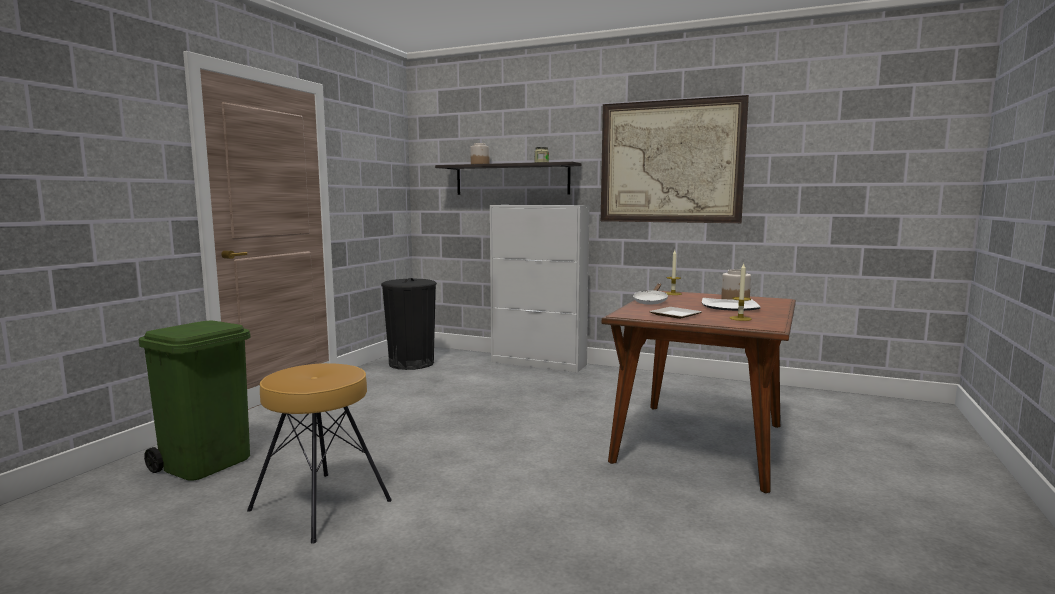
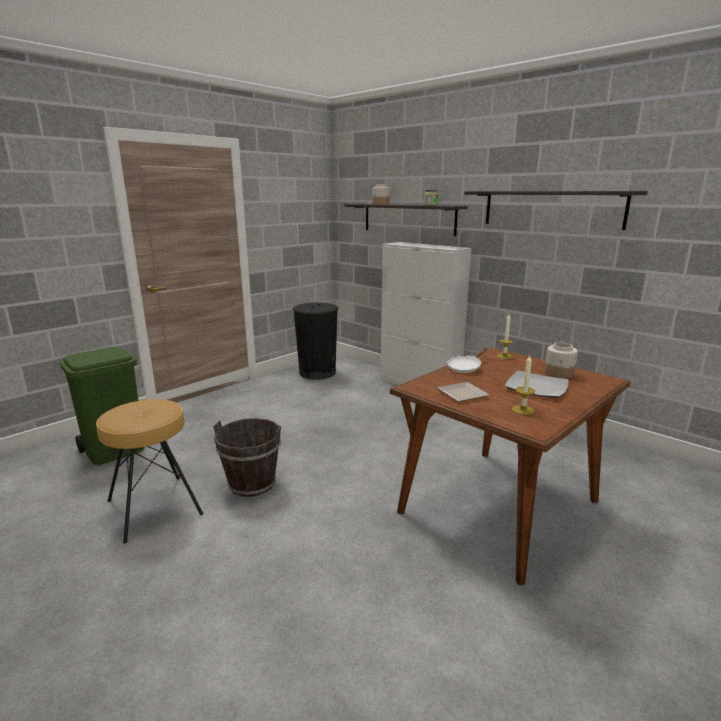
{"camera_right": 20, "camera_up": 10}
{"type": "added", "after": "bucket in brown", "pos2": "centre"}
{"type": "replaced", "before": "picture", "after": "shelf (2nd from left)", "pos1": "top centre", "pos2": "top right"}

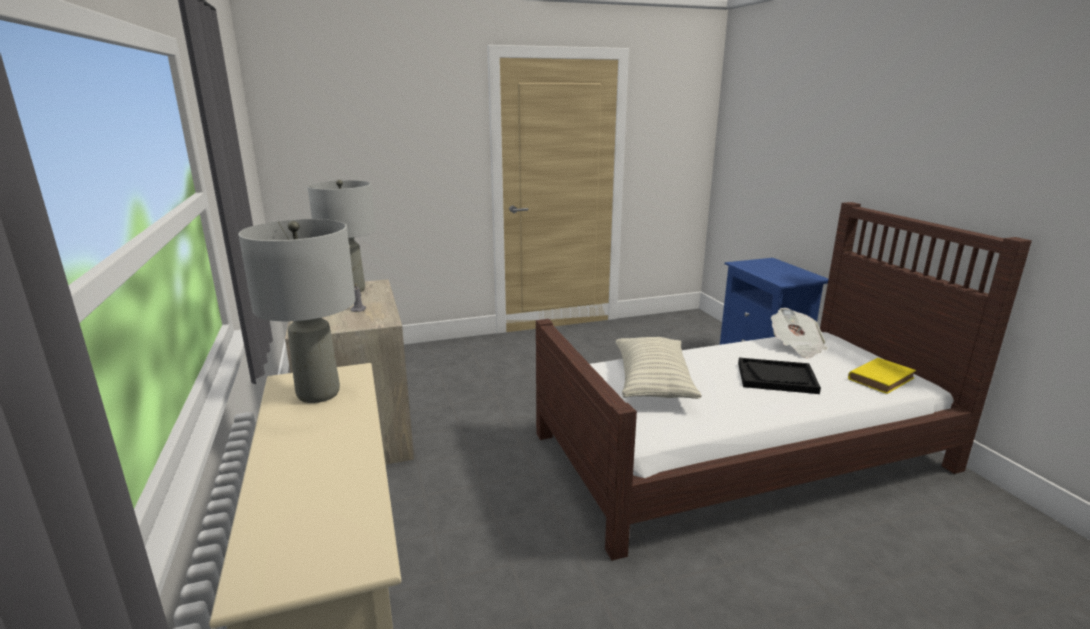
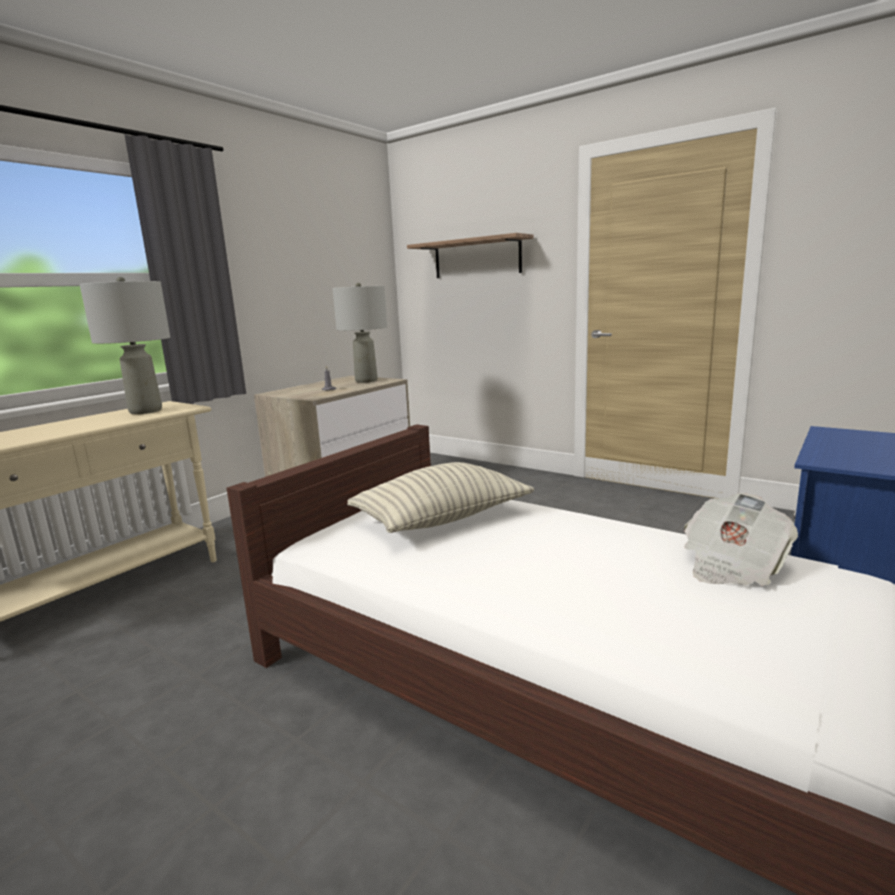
{"camera_right": 55, "camera_up": -5}
{"type": "removed", "before": "tray in black", "pos1": "middle right"}
{"type": "removed", "before": "book in yellow", "pos1": "middle right"}
{"type": "added", "after": "shelf", "pos2": "top centre"}

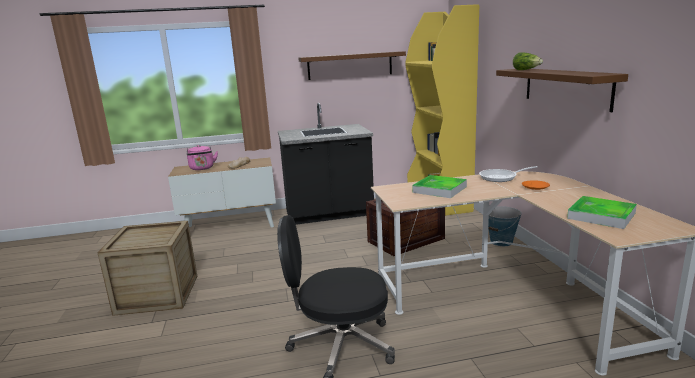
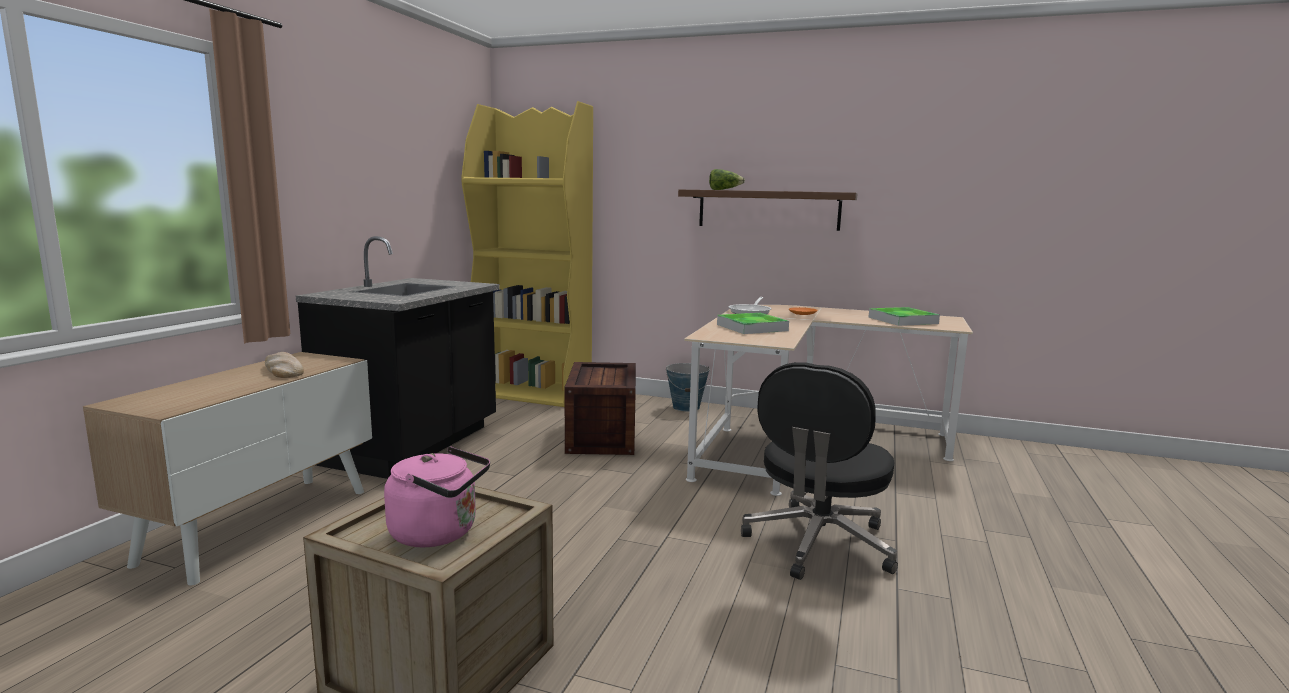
{"camera_right": -60, "camera_up": -5}
{"type": "removed", "before": "shelf in brown (1st from left)", "pos1": "top centre"}
{"type": "moved", "before": "kettle in pink", "pos1": "middle left", "pos2": "bottom centre"}

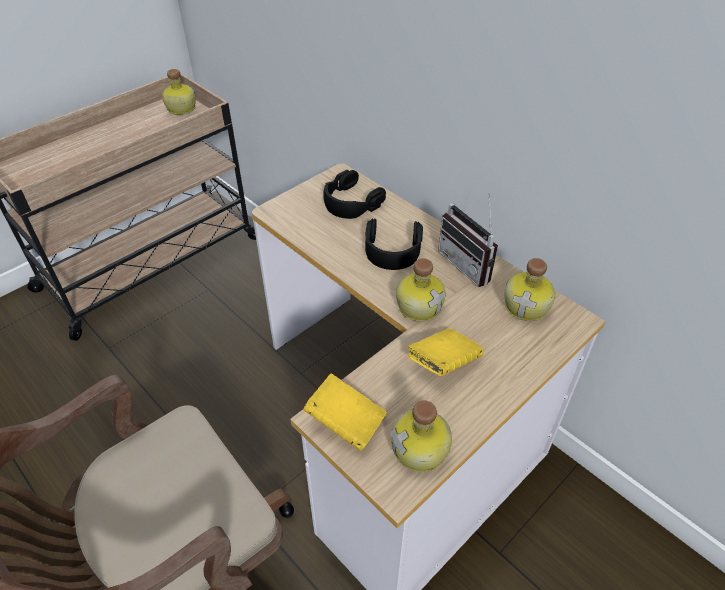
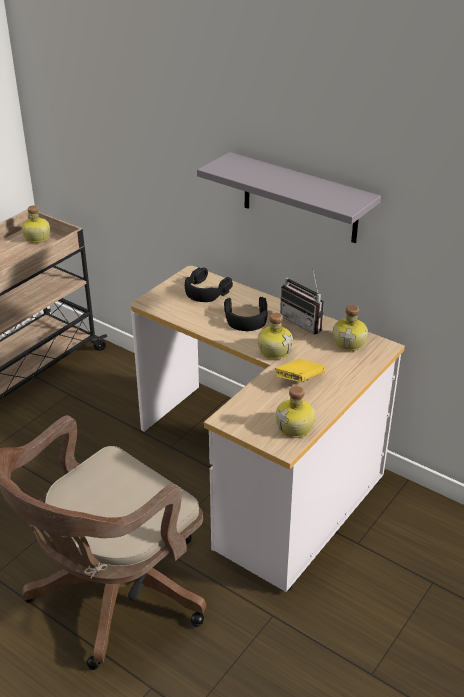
{"camera_right": -10, "camera_up": -10}
{"type": "removed", "before": "book in yellow (1st from left)", "pos1": "bottom centre"}
{"type": "added", "after": "shelf in grey", "pos2": "top centre"}

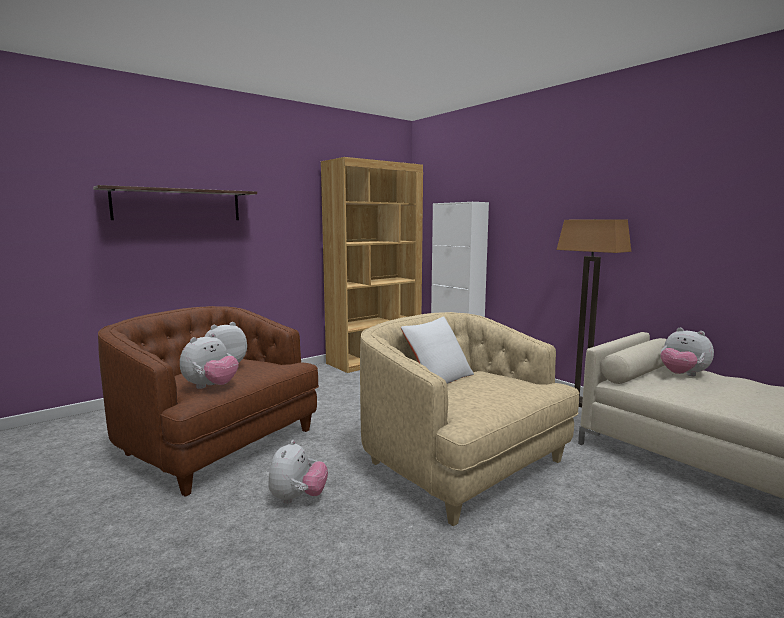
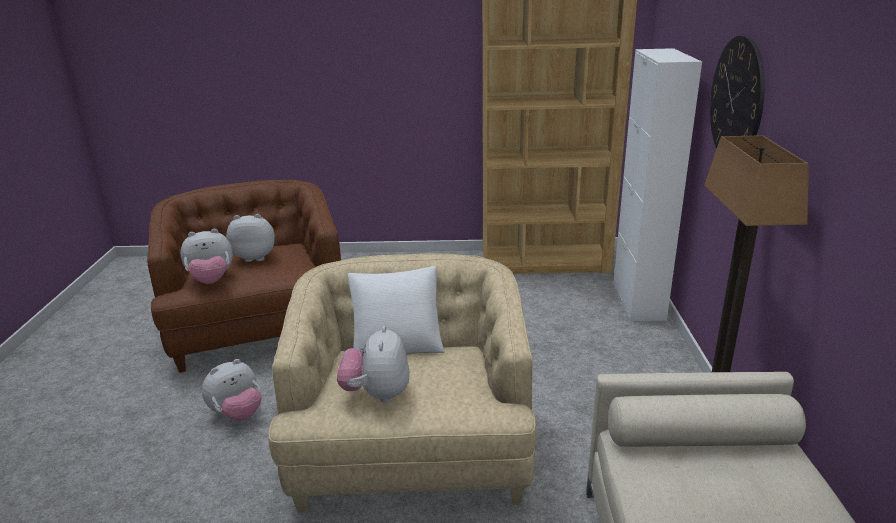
{"camera_right": 40, "camera_up": 15}
{"type": "removed", "before": "shelf", "pos1": "top left"}
{"type": "added", "after": "wall clock", "pos2": "top right"}
{"type": "moved", "before": "plush toy (4th from left)", "pos1": "middle right", "pos2": "bottom centre"}

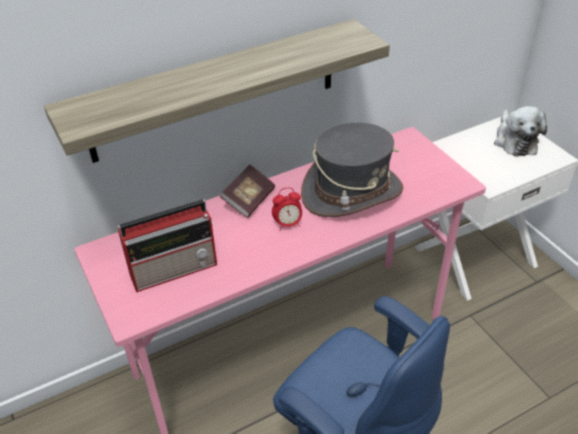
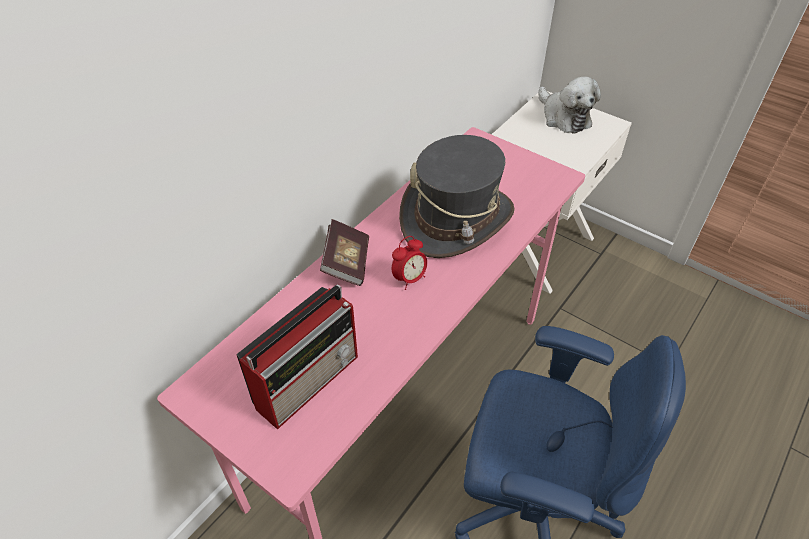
{"camera_right": -25, "camera_up": 5}
{"type": "removed", "before": "shelf", "pos1": "top centre"}

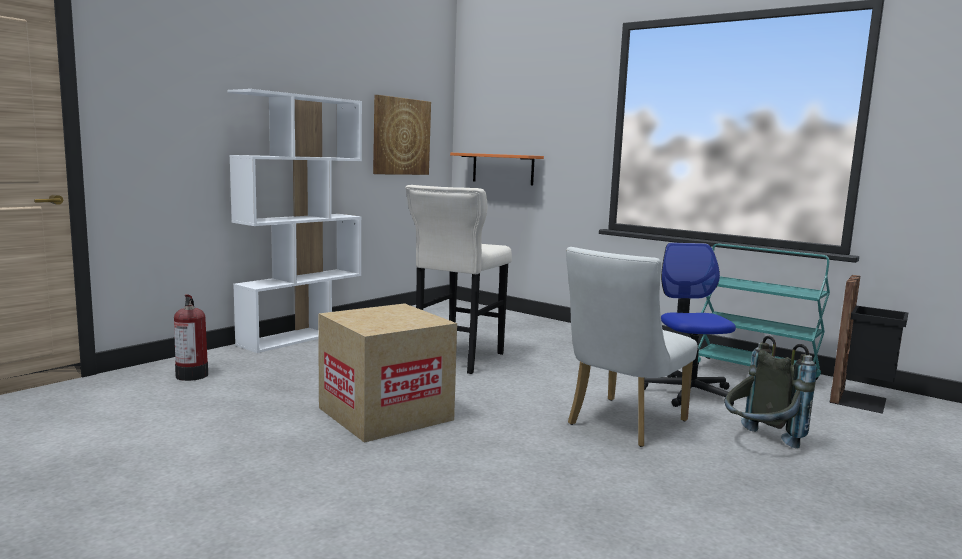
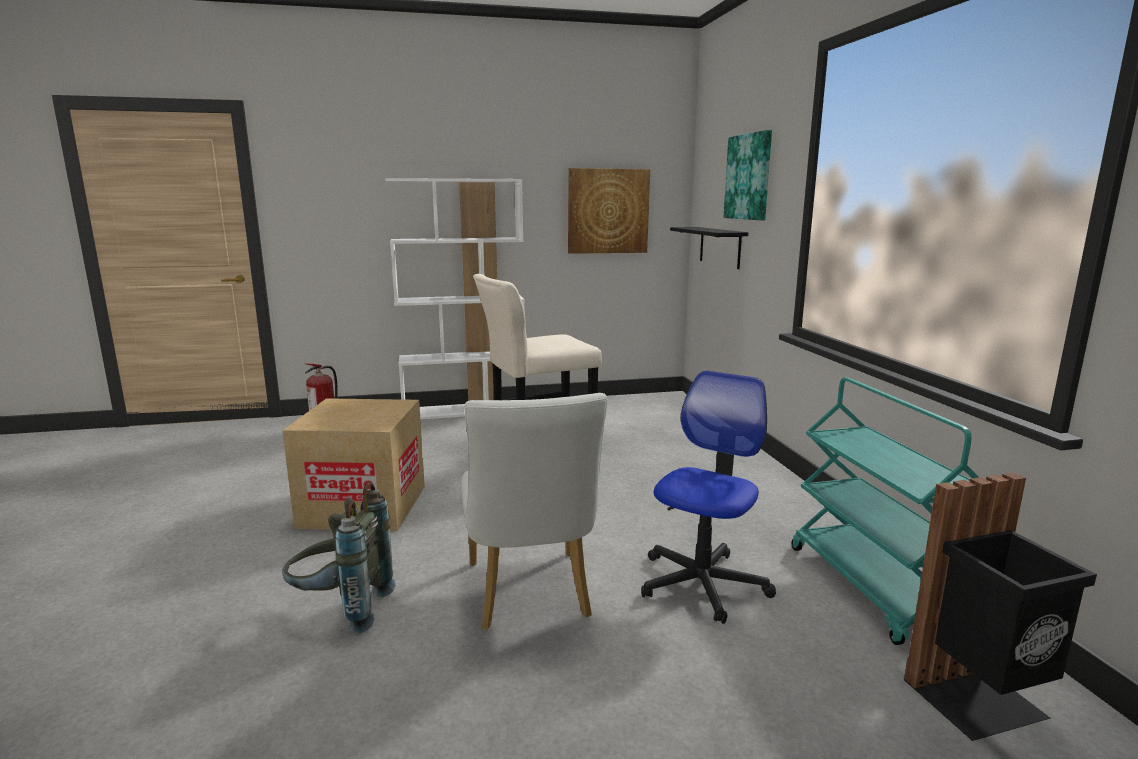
{"camera_right": 40, "camera_up": 5}
{"type": "added", "after": "picture (2nd from left)", "pos2": "top centre"}
{"type": "moved", "before": "backpack in grey", "pos1": "bottom right", "pos2": "bottom left"}
{"type": "recoloured", "before": "shelf in orange", "after": "shelf in black", "pos1": "top centre", "pos2": "top centre"}
{"type": "turned", "before": "chair in white", "pos1": "centre", "pos2": "bottom centre", "turn": -90}

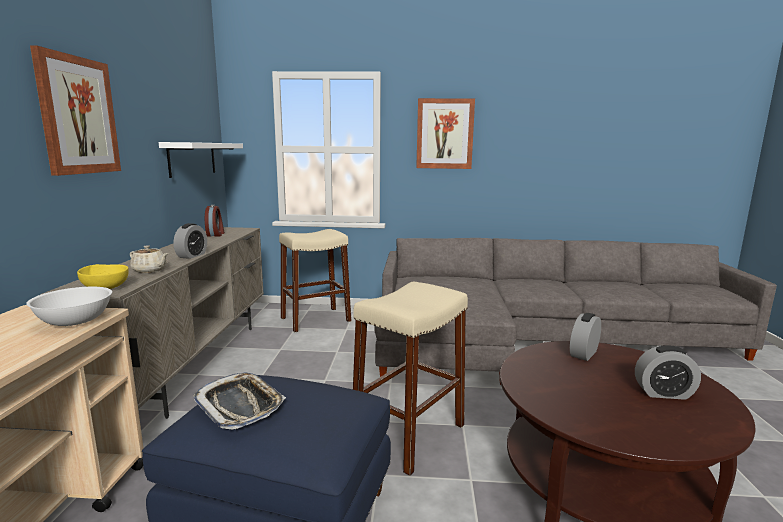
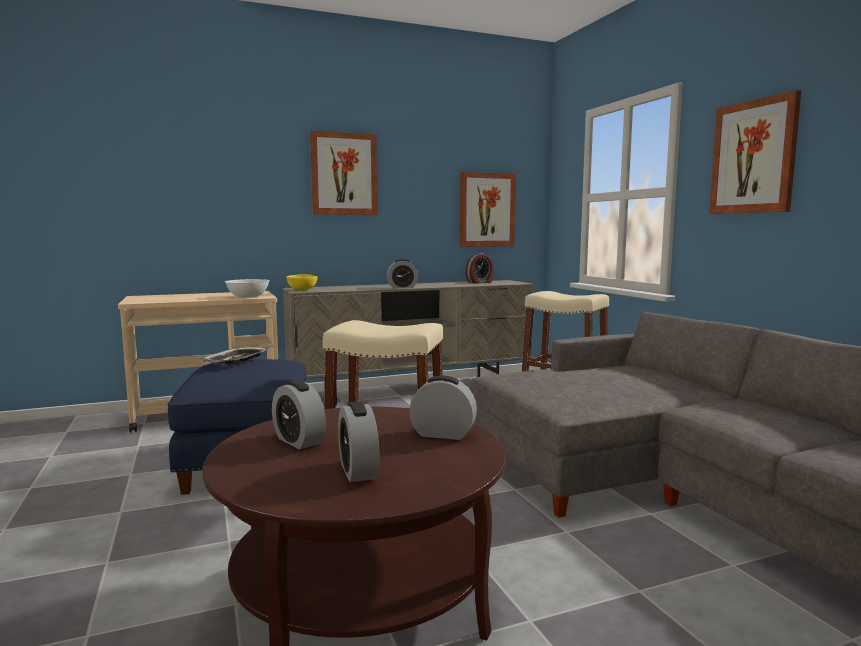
{"camera_right": 65, "camera_up": -5}
{"type": "removed", "before": "teapot in beige", "pos1": "middle left"}
{"type": "added", "after": "alarm clock (1st from left)", "pos2": "centre"}
{"type": "replaced", "before": "shelf in white", "after": "picture (2nd from left)", "pos1": "top left", "pos2": "top centre"}

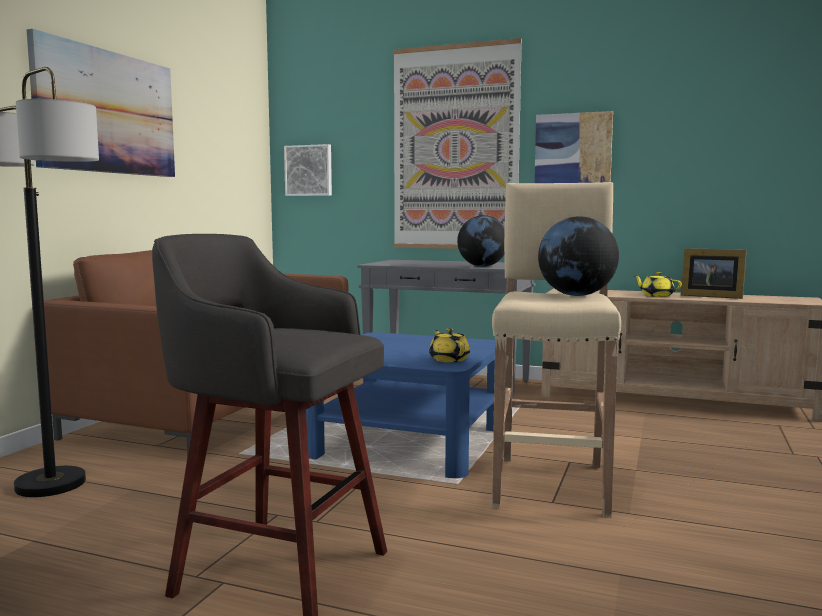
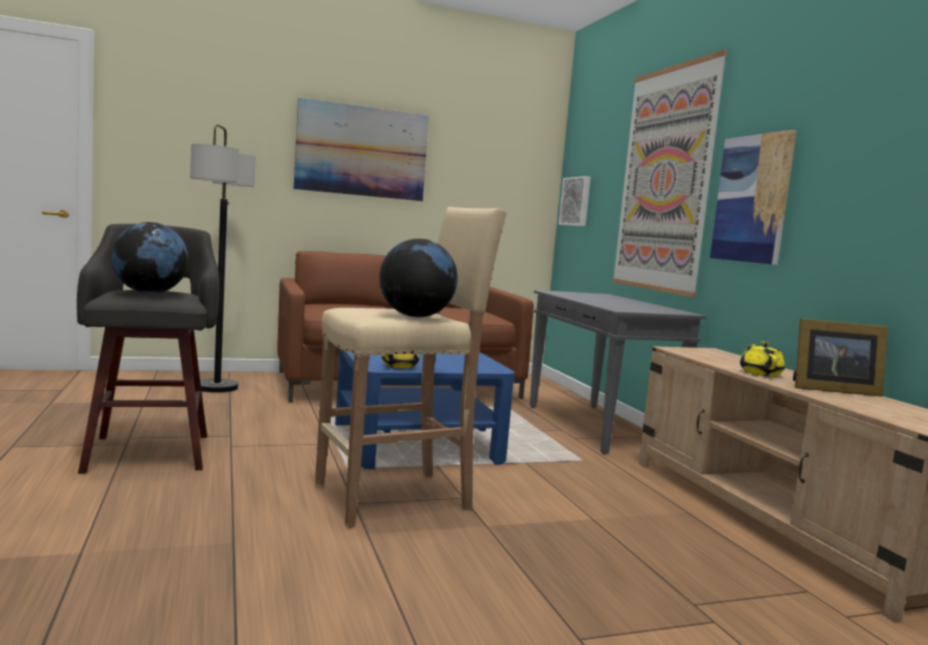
{"camera_right": 50, "camera_up": 0}
{"type": "moved", "before": "globe (1st from left)", "pos1": "centre", "pos2": "middle left"}
{"type": "turned", "before": "picture frame", "pos1": "middle right", "pos2": "middle right", "turn": -75}

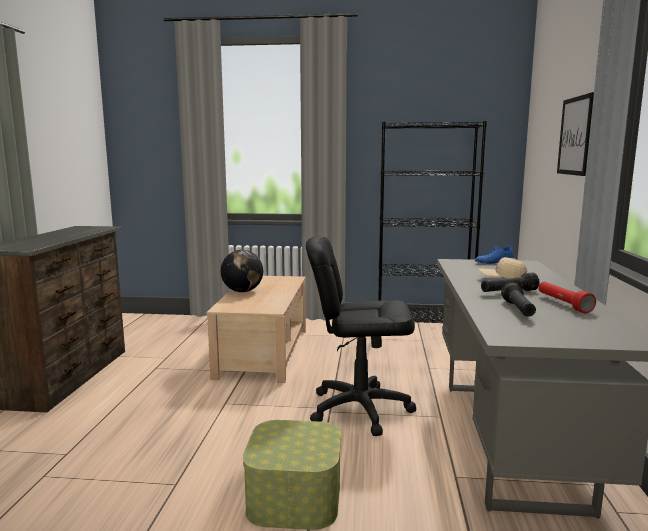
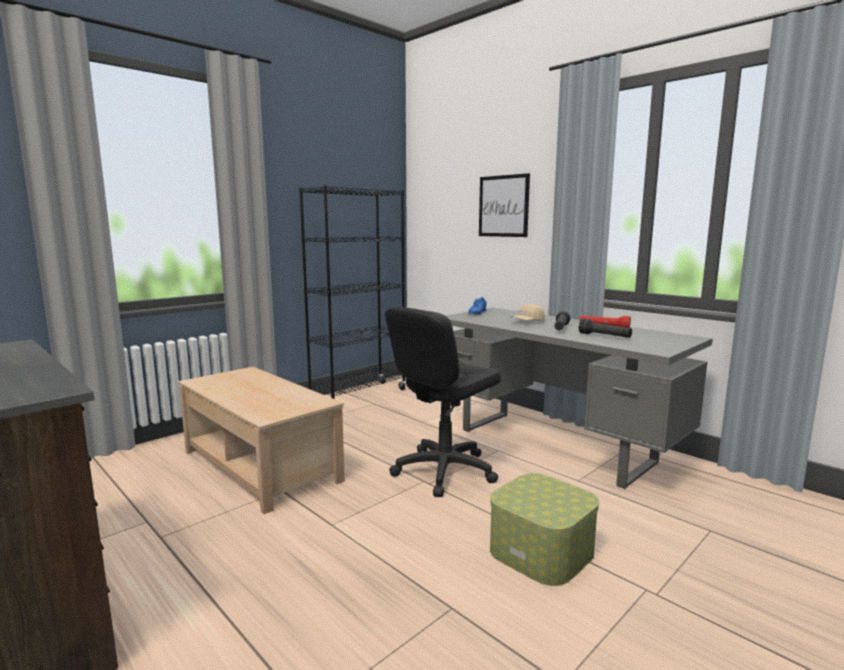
{"camera_right": -50, "camera_up": 0}
{"type": "removed", "before": "globe", "pos1": "centre"}

